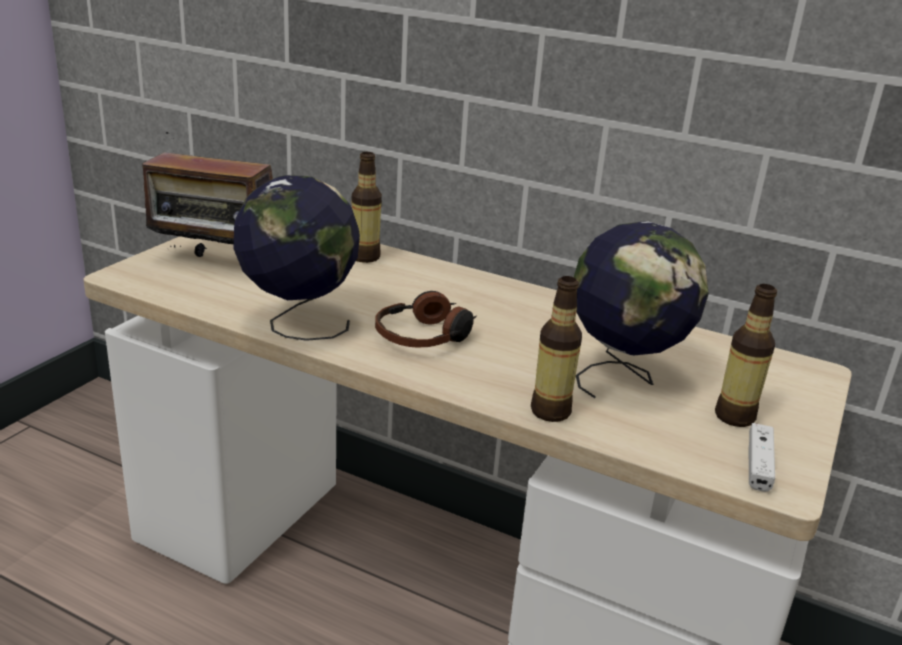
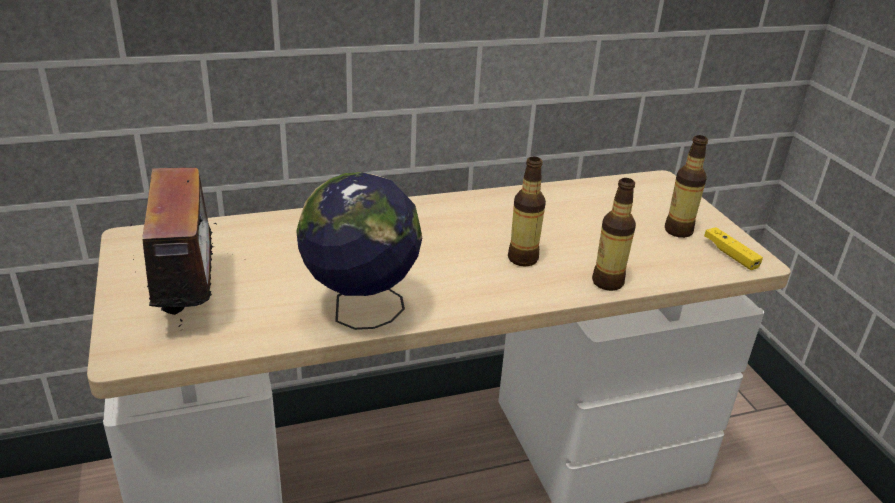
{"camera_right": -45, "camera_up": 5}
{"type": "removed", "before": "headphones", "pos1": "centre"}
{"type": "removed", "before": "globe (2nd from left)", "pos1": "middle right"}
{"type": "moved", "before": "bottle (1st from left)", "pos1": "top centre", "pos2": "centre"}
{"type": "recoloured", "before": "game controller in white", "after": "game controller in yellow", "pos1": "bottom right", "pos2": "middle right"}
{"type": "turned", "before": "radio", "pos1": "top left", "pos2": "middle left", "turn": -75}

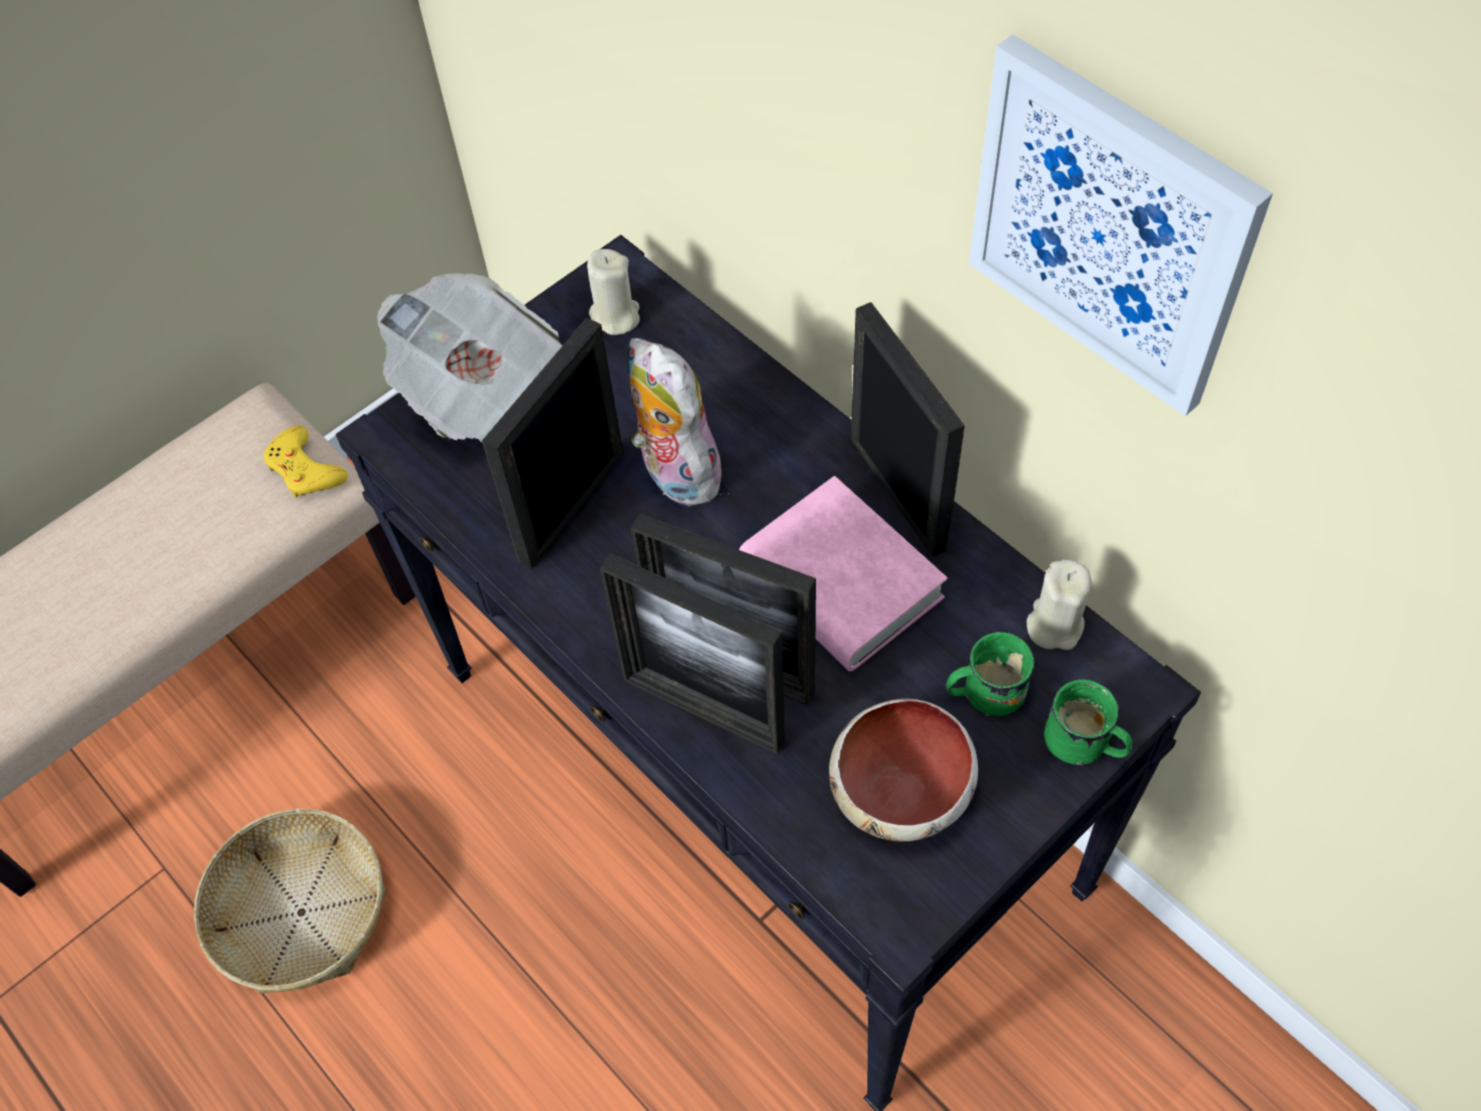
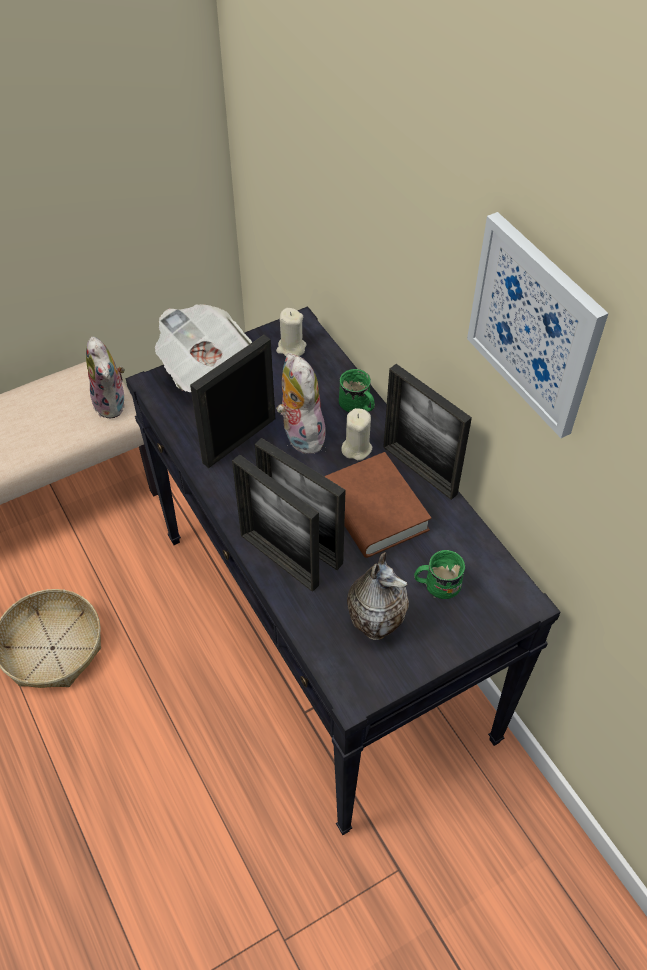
{"camera_right": 10, "camera_up": -5}
{"type": "moved", "before": "candle in beige (2nd from left)", "pos1": "middle right", "pos2": "centre"}
{"type": "moved", "before": "mug in green (2nd from left in the first image)", "after": "mug in green (1st from left)", "pos1": "middle right", "pos2": "centre"}
{"type": "replaced", "before": "game controller in yellow", "after": "plush toy (1st from left)", "pos1": "middle left", "pos2": "middle left"}
{"type": "replaced", "before": "bowl", "after": "vase", "pos1": "bottom centre", "pos2": "centre"}
{"type": "recoloured", "before": "book in pink", "after": "book in brown", "pos1": "centre", "pos2": "centre"}
{"type": "turned", "before": "picture frame (4th from left)", "pos1": "centre", "pos2": "centre", "turn": 150}

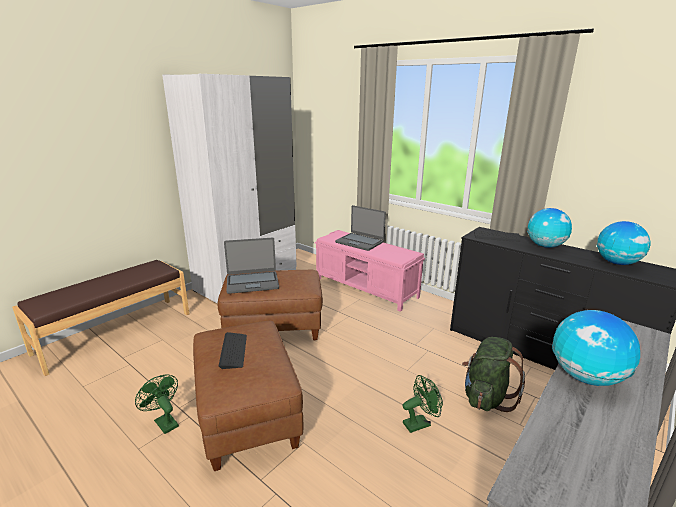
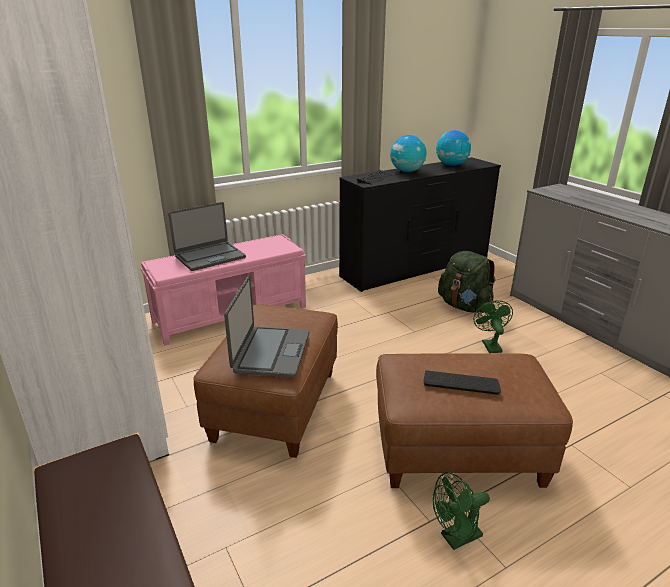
{"camera_right": -70, "camera_up": 5}
{"type": "removed", "before": "globe (2nd from left)", "pos1": "bottom right"}

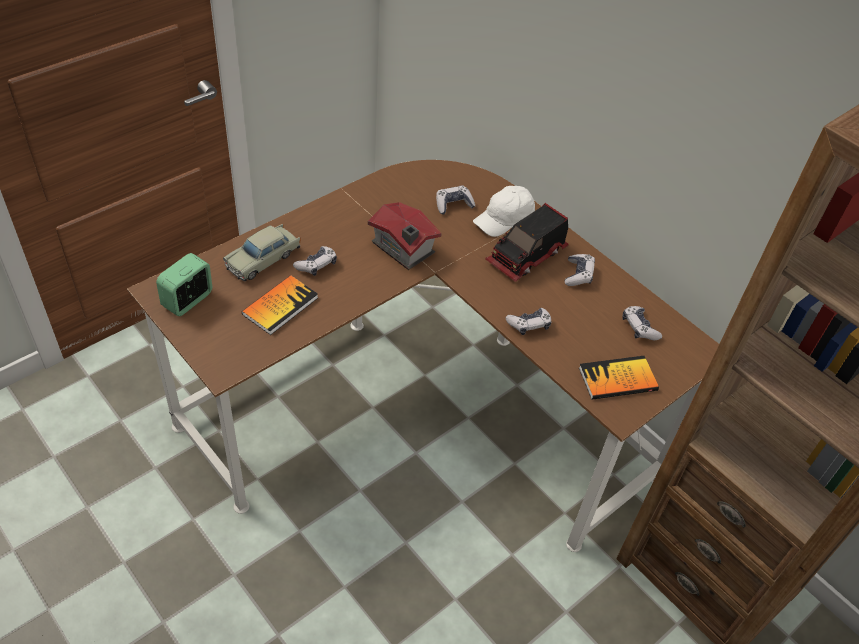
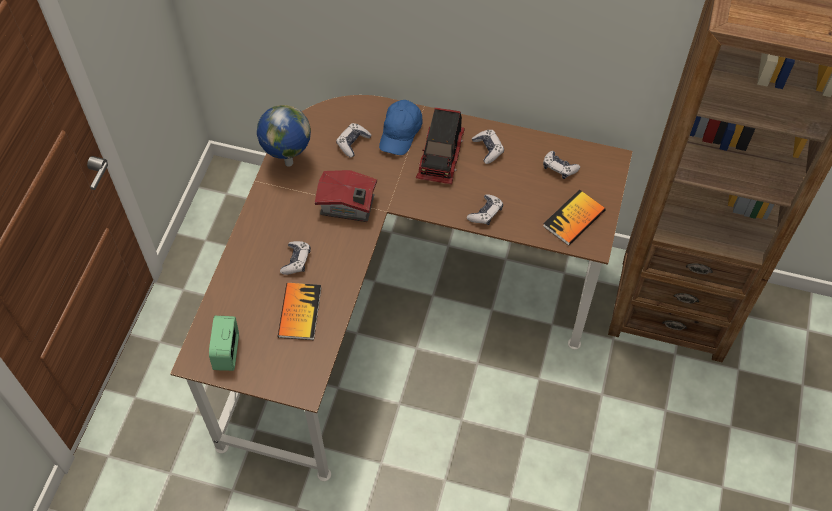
{"camera_right": -30, "camera_up": 10}
{"type": "removed", "before": "toy car in beige", "pos1": "middle left"}
{"type": "added", "after": "globe", "pos2": "top centre"}
{"type": "recoloured", "before": "cap in white", "after": "cap in blue", "pos1": "top centre", "pos2": "top centre"}

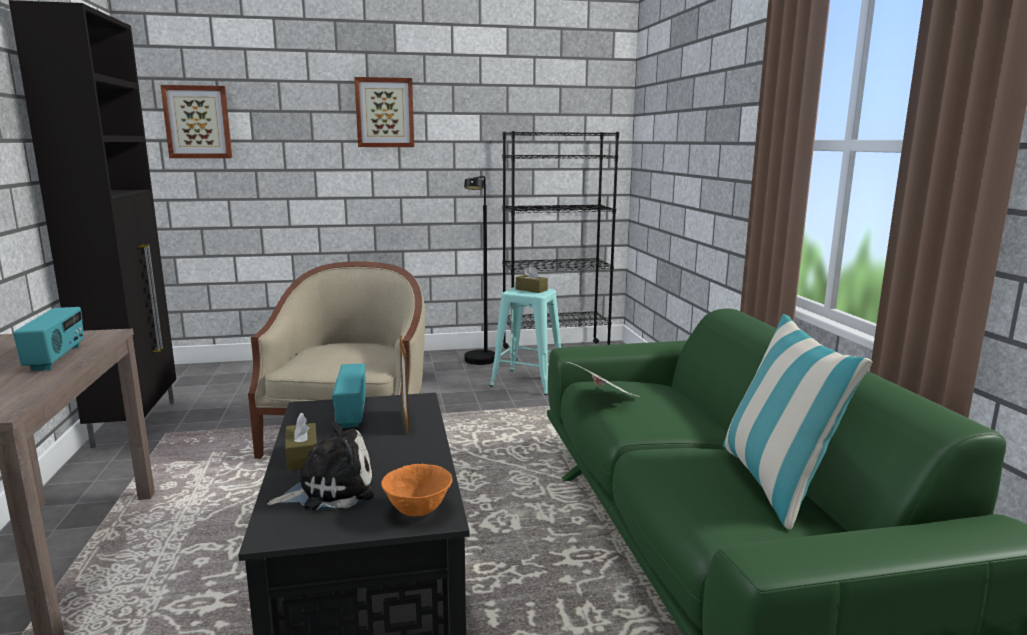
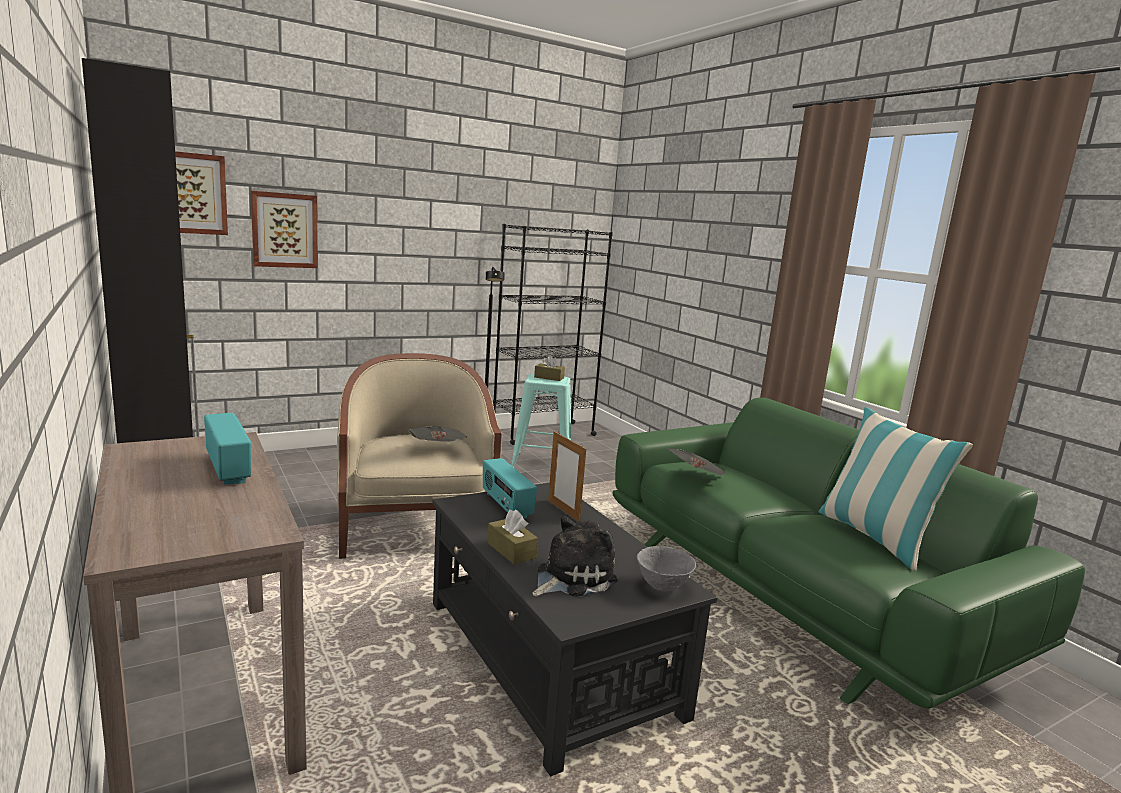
{"camera_right": -20, "camera_up": 0}
{"type": "added", "after": "newspaper (1st from left)", "pos2": "centre"}
{"type": "moved", "before": "picture (2nd from left)", "pos1": "top centre", "pos2": "top left"}
{"type": "recoloured", "before": "bowl in orange", "after": "bowl in grey", "pos1": "bottom centre", "pos2": "bottom centre"}

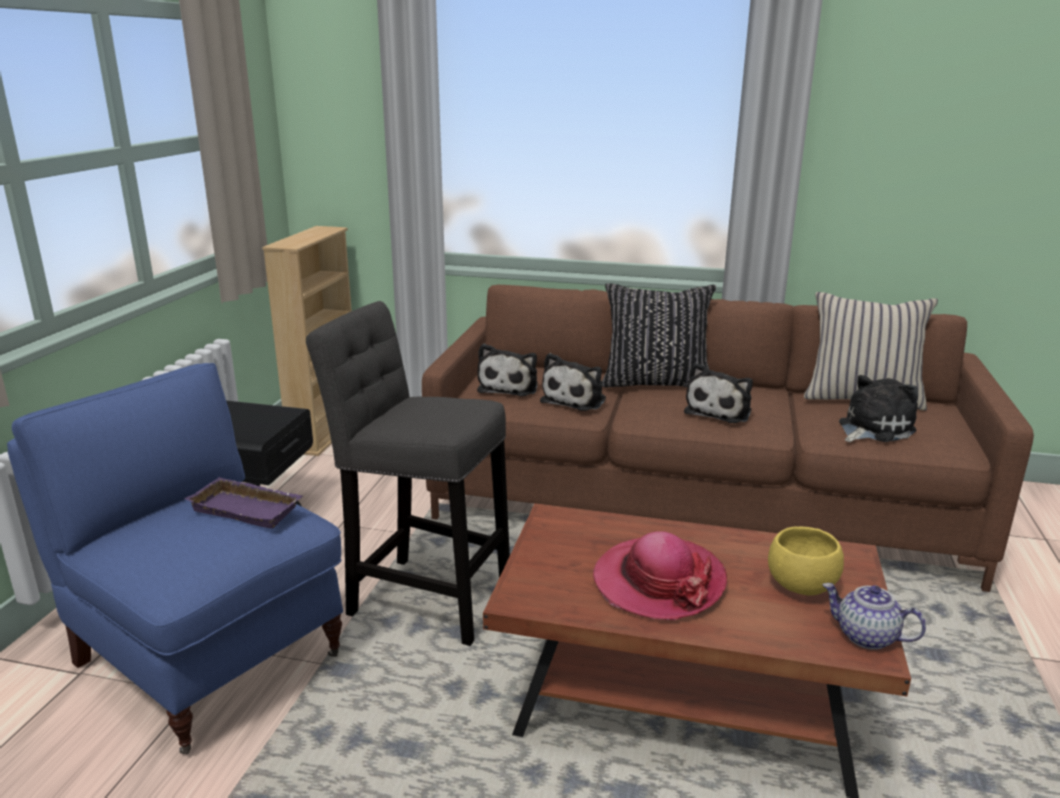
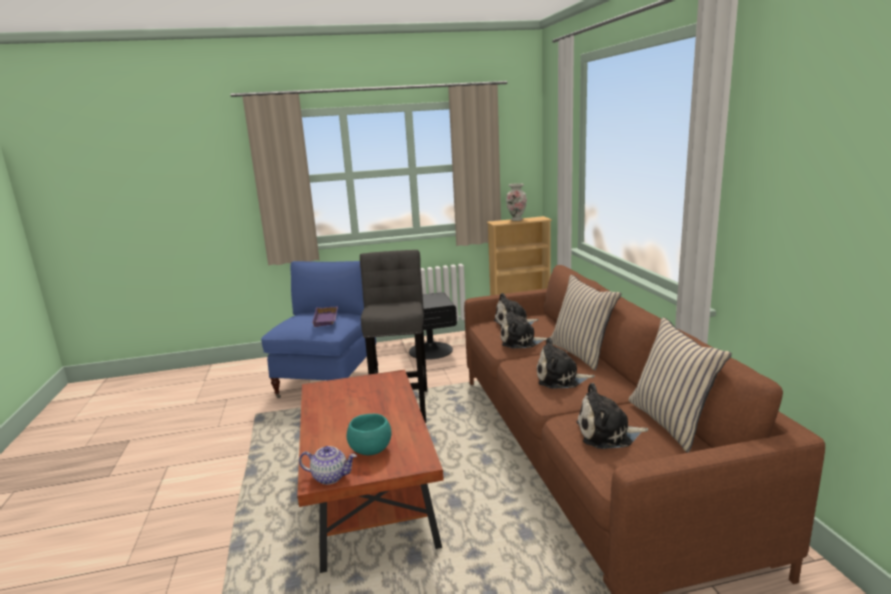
{"camera_right": 65, "camera_up": -5}
{"type": "removed", "before": "hat", "pos1": "bottom centre"}
{"type": "added", "after": "vase", "pos2": "centre"}
{"type": "recoloured", "before": "pillow in black", "after": "pillow in beige (1st from left)", "pos1": "centre", "pos2": "centre"}
{"type": "recoloured", "before": "bowl in yellow", "after": "bowl in turquoise", "pos1": "bottom right", "pos2": "bottom centre"}
{"type": "turned", "before": "teapot", "pos1": "bottom right", "pos2": "bottom centre", "turn": 90}
{"type": "turned", "before": "plush toy (4th from left)", "pos1": "middle right", "pos2": "bottom right", "turn": 150}

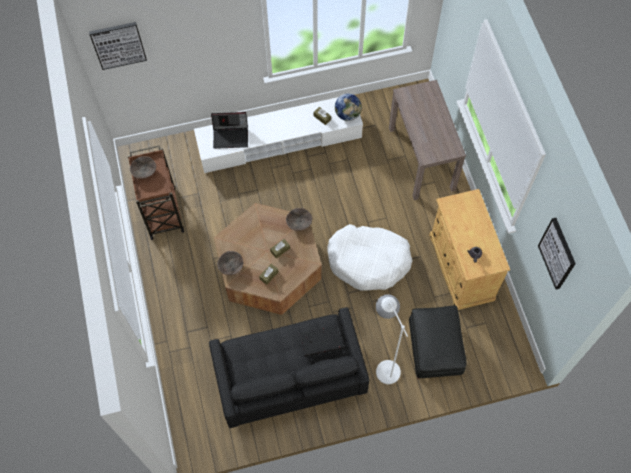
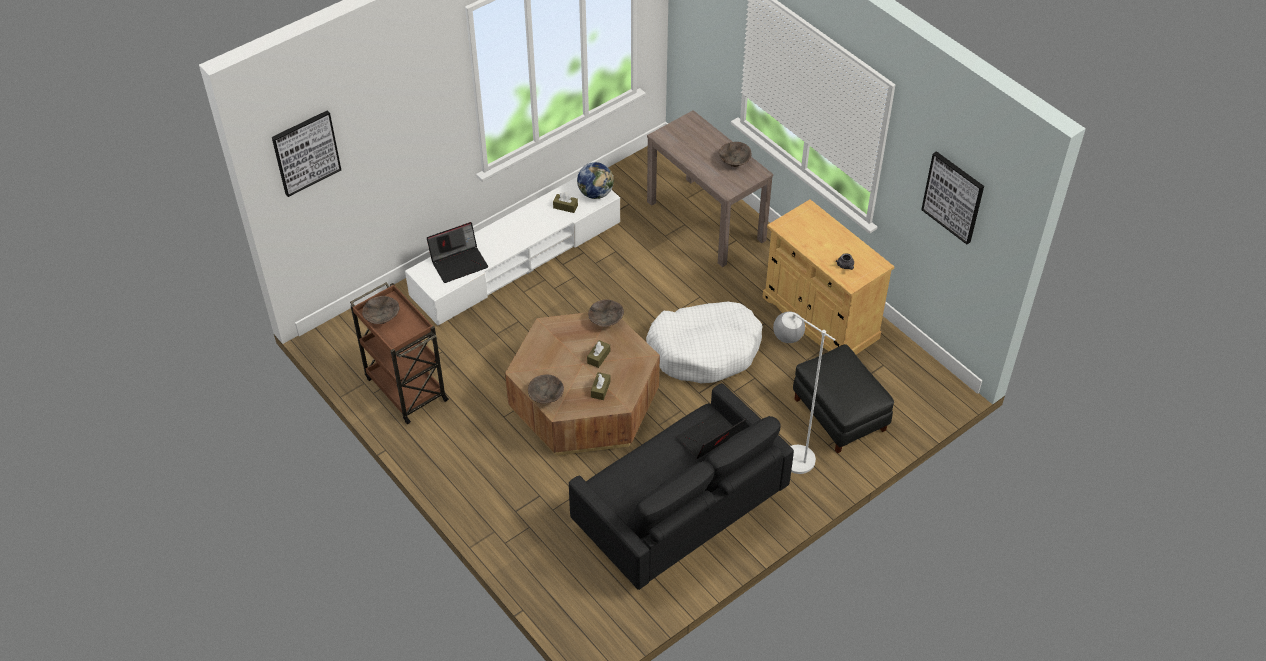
{"camera_right": -25, "camera_up": -15}
{"type": "added", "after": "bowl in brown (4th from left)", "pos2": "top centre"}

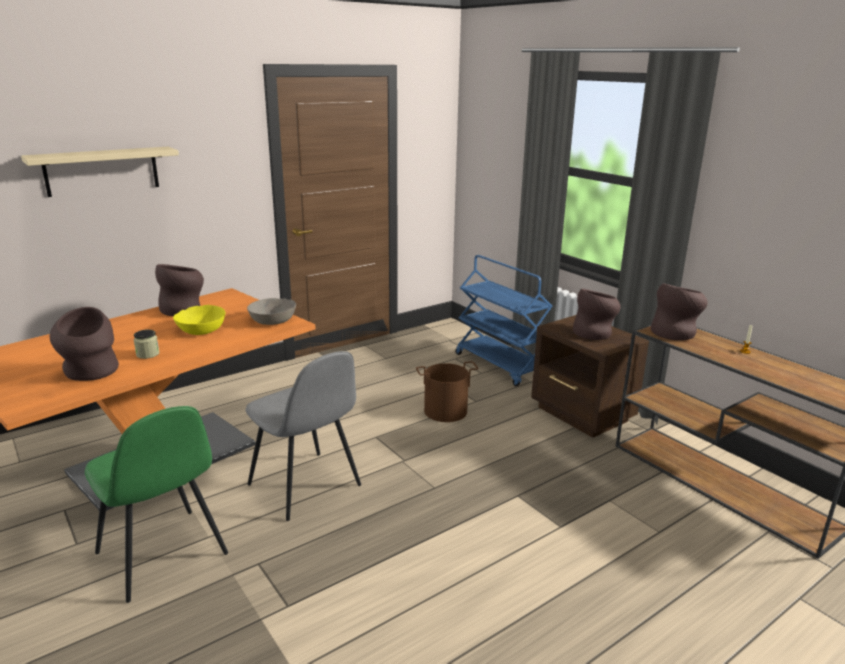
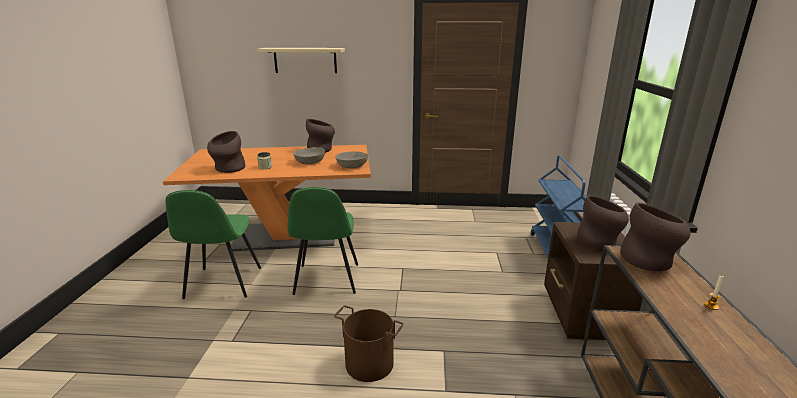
{"camera_right": 40, "camera_up": 0}
{"type": "moved", "before": "bucket in brown", "pos1": "centre", "pos2": "bottom centre"}
{"type": "recoloured", "before": "bowl in yellow", "after": "bowl in grey (1st from left)", "pos1": "middle left", "pos2": "centre"}
{"type": "recoloured", "before": "chair in grey", "after": "chair in green (2nd from left)", "pos1": "centre", "pos2": "centre"}

